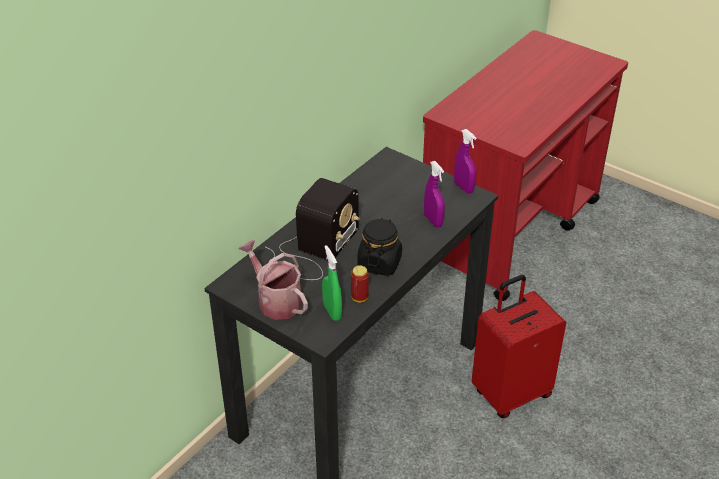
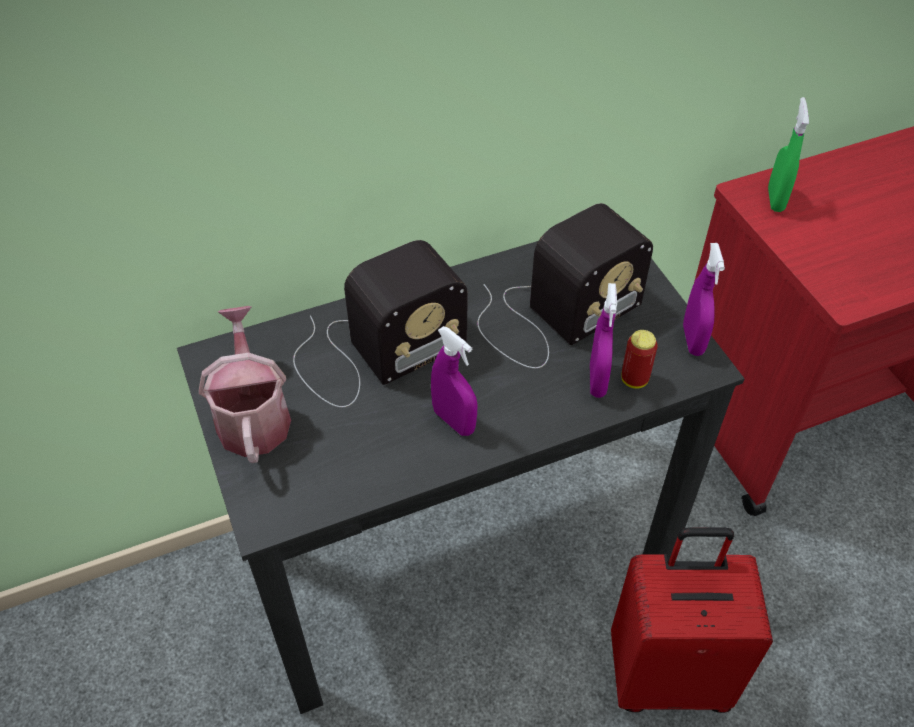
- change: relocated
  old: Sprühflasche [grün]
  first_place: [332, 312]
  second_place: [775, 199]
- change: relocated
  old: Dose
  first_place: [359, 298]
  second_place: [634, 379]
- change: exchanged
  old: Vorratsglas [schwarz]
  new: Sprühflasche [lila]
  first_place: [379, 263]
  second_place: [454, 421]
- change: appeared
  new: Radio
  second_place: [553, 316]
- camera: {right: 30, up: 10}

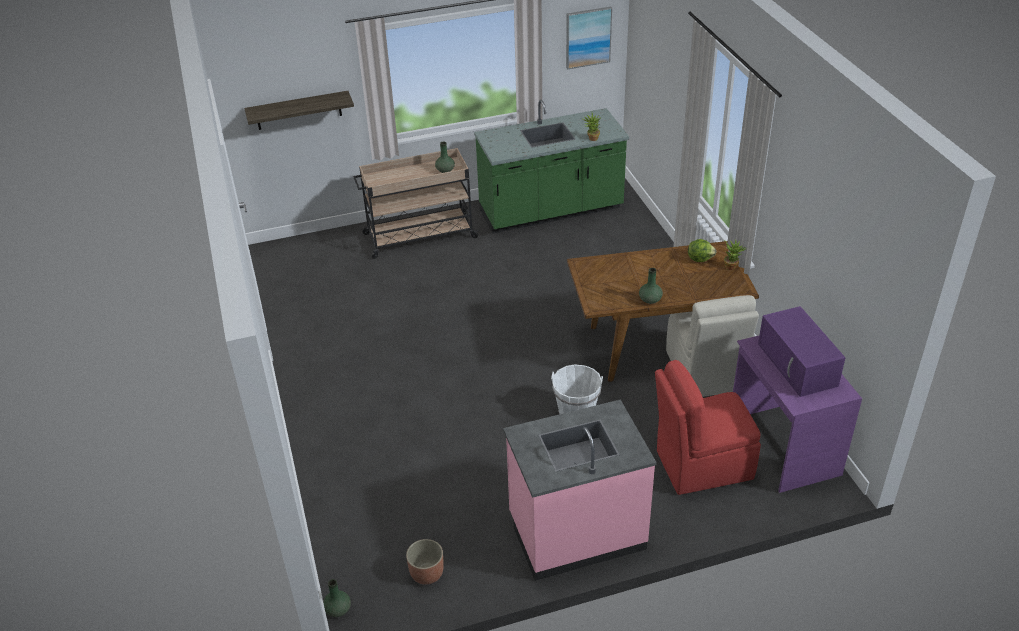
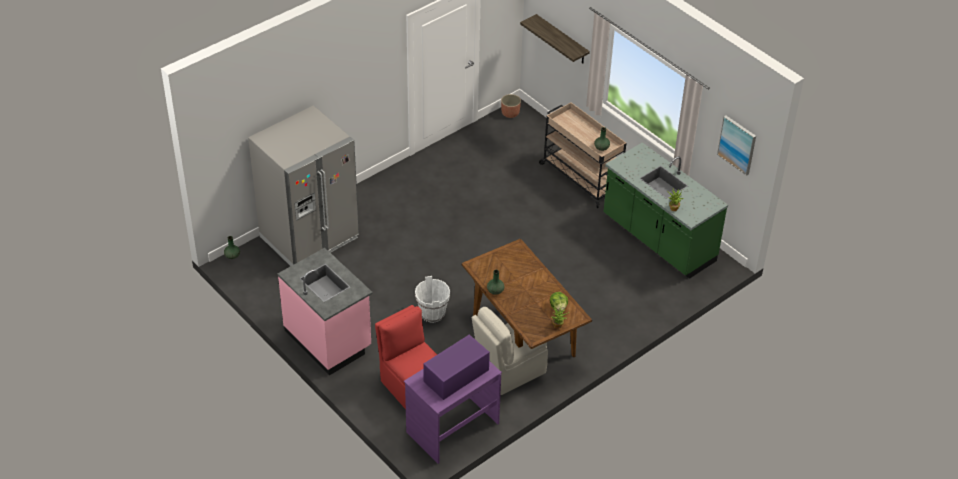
- change: relocated
  old: Pflanzkübel
  first_place: [426, 573]
  second_place: [510, 113]
- change: appeared
  new: Kühlschrank [grau]
  second_place: [309, 238]
- camera: {right: 65, up: 5}

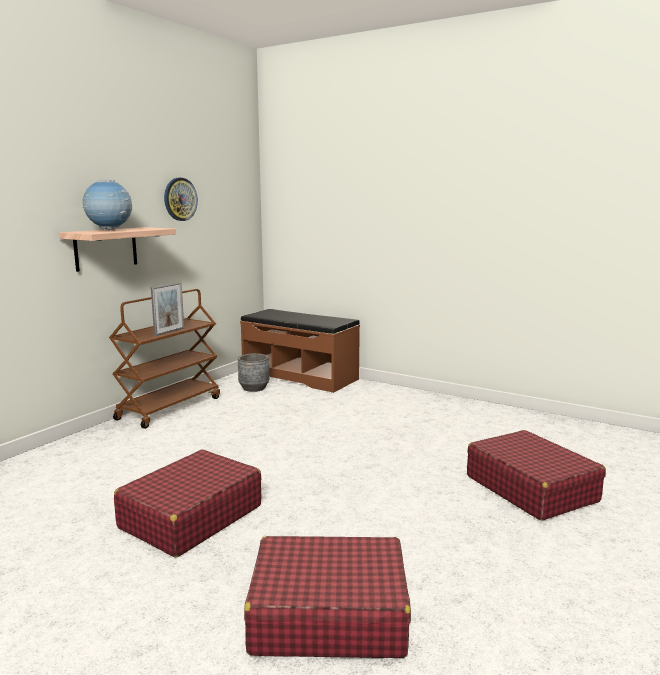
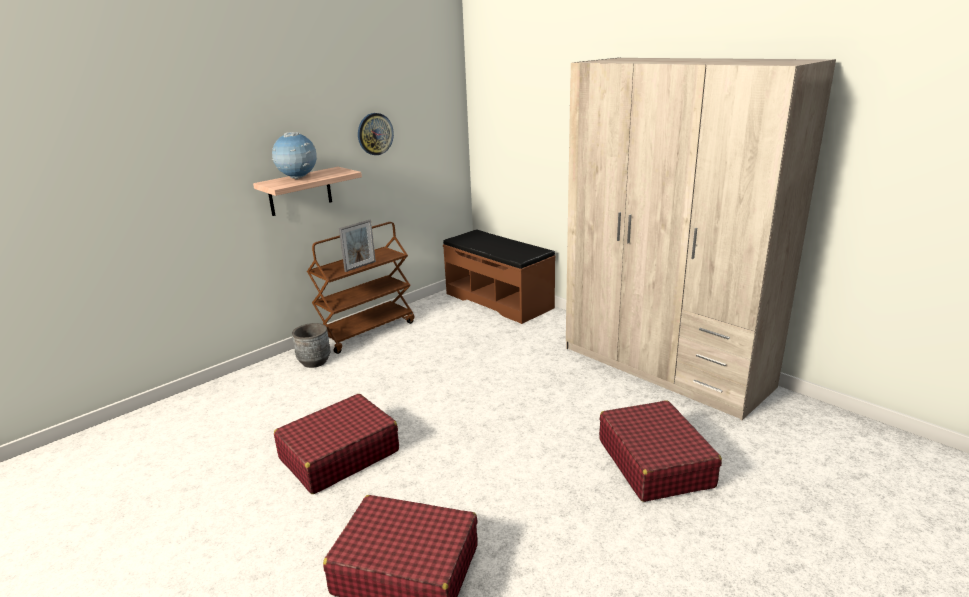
- change: relocated
  old: Pflanzkübel [grau]
  first_place: [254, 388]
  second_place: [314, 362]
- change: appeared
  new: Kleiderschrank [beige]
  second_place: [664, 367]
- camera: {right: 15, up: 10}

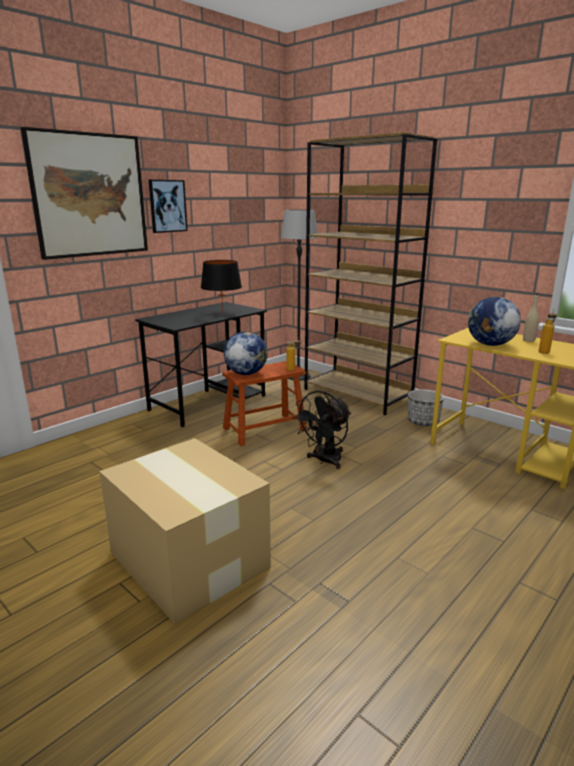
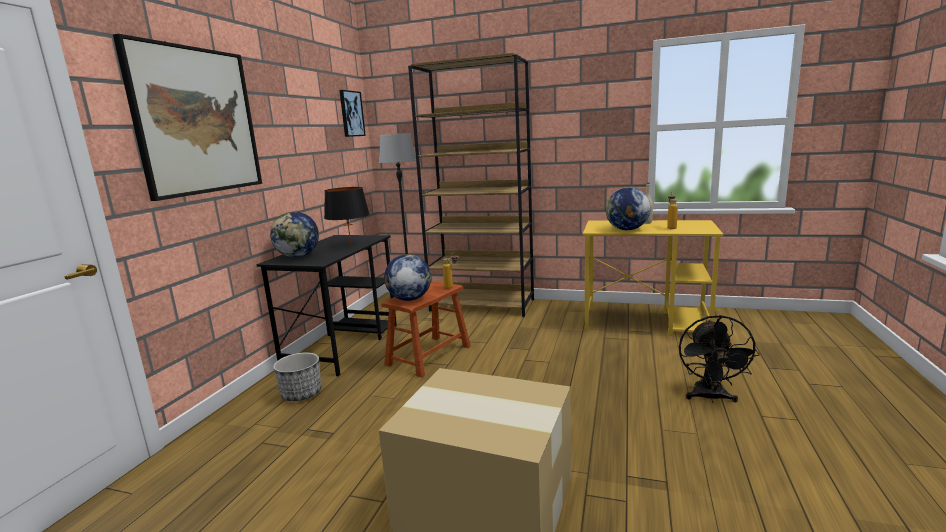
- change: relocated
  old: Bild
  first_place: [167, 206]
  second_place: [351, 114]
- change: relocated
  old: Ventilator [schwarz]
  first_place: [325, 461]
  second_place: [710, 397]
- change: relocated
  old: Pflanzkübel
  first_place: [423, 422]
  second_place: [302, 394]
- change: appeared
  new: Globus
  second_place: [298, 256]
- camera: {right: -25, up: -5}

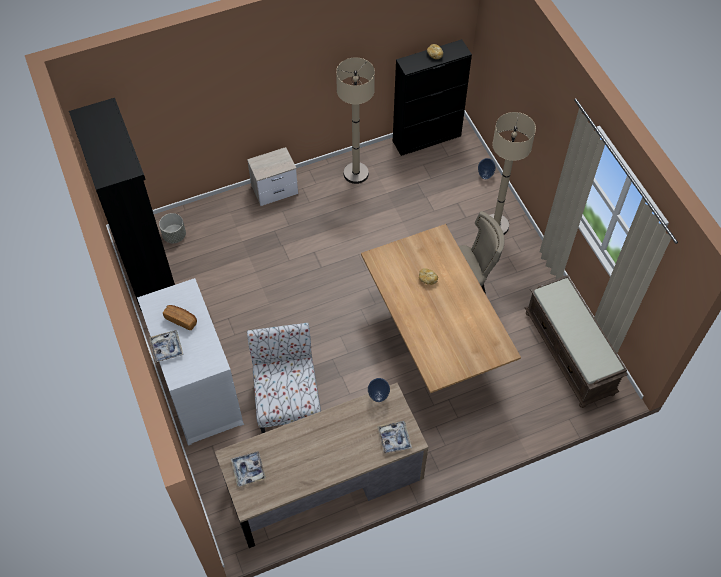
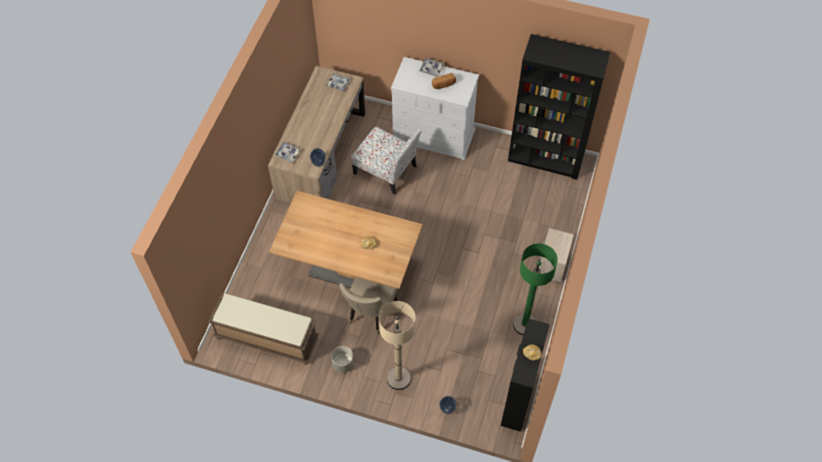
- change: relocated
  old: Pflanzkübel [grau]
  first_place: [174, 236]
  second_place: [343, 364]
- change: colour
  old: Stehlampe [beige]
  new: Stehlampe [grün]
  first_place: [356, 173]
  second_place: [524, 325]
- camera: {right: 130, up: 0}

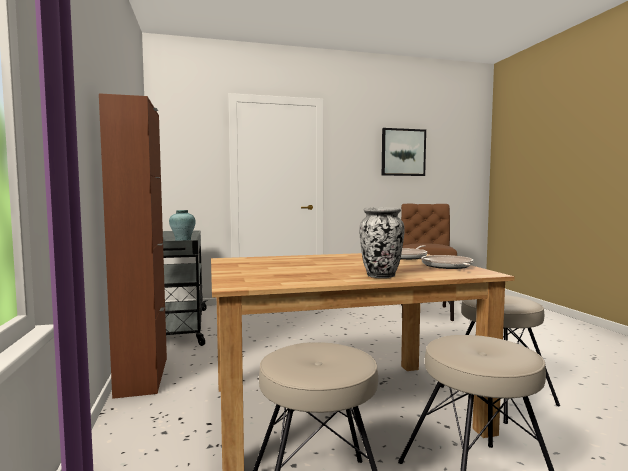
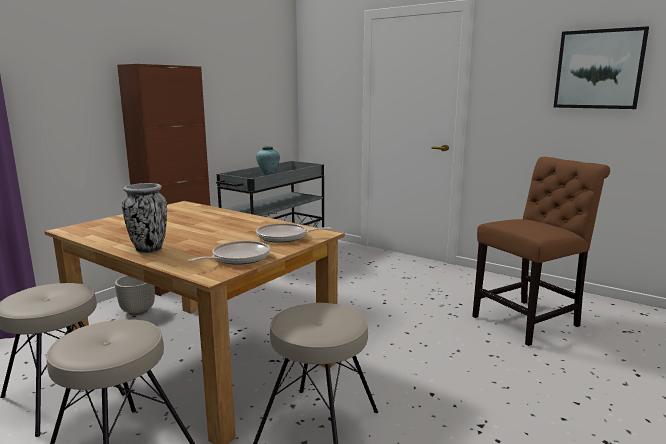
- change: appeared
  new: Pflanzkübel
  second_place: [138, 311]
- camera: {right: 50, up: 10}

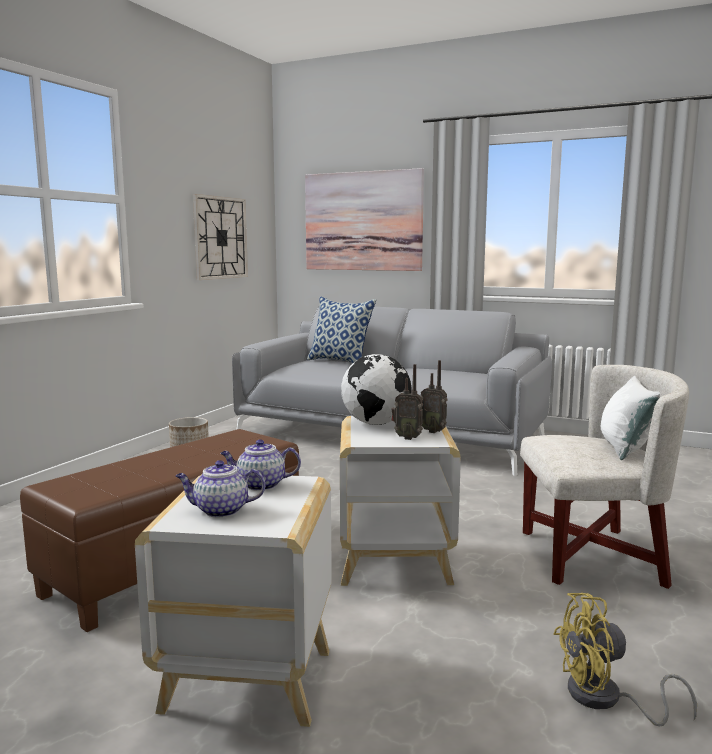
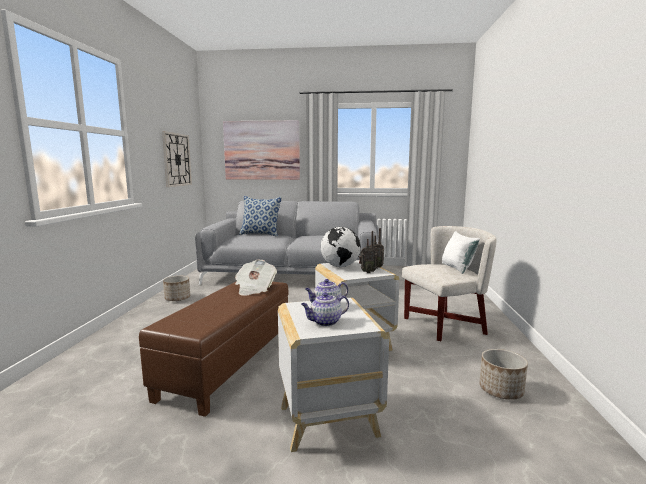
- change: exchanged
  old: Ventilator [gelb]
  new: Pflanzkübel
  first_place: [605, 699]
  second_place: [501, 390]
- change: appeared
  new: Zeitung
  second_place: [254, 289]
- camera: {right: -20, up: 0}

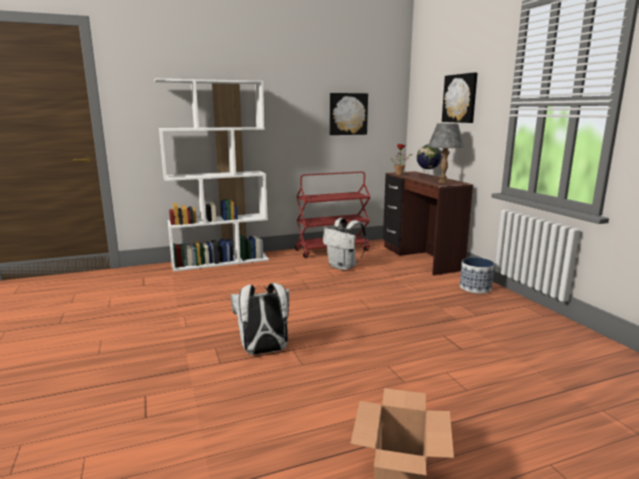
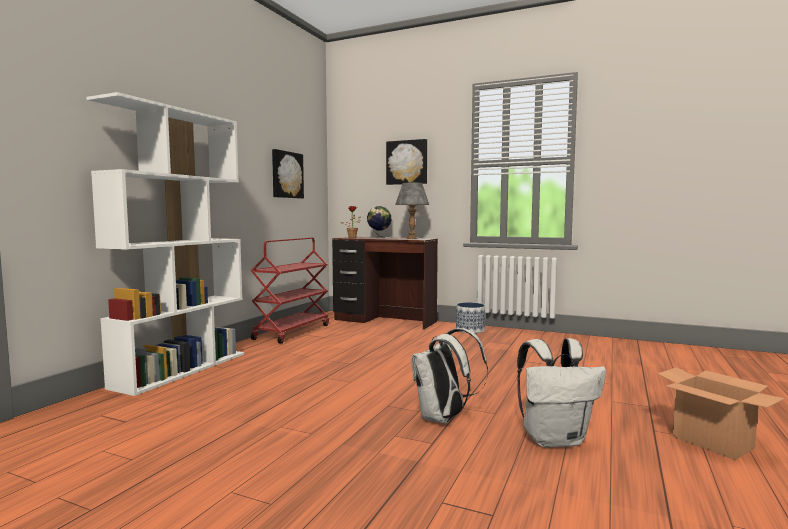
- change: relocated
  old: Rucksack [weiß]
  first_place: [343, 267]
  second_place: [555, 439]
- camera: {right: -45, up: -10}

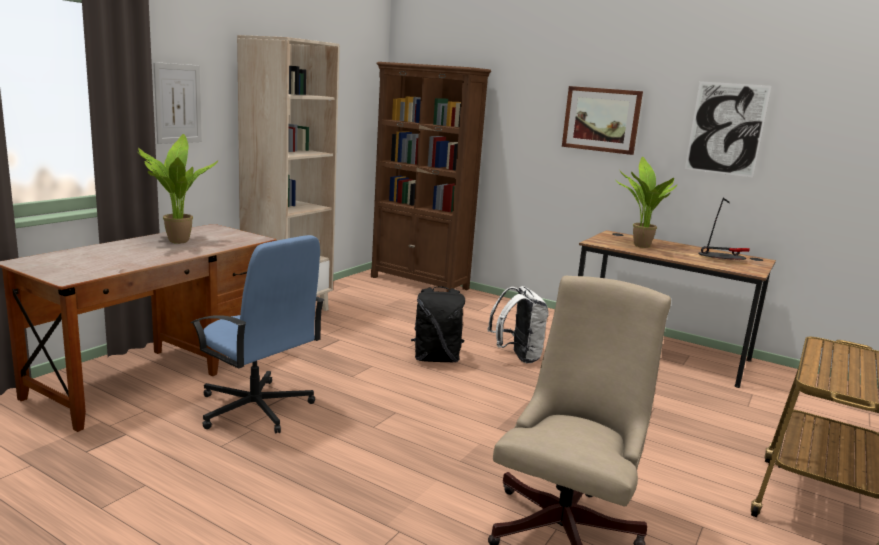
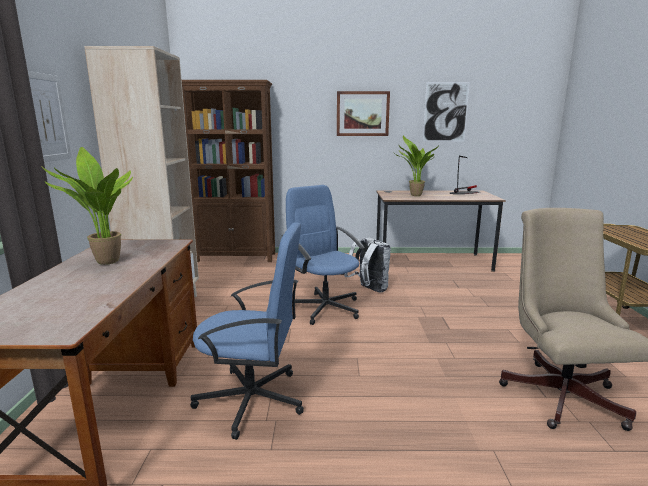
- change: exchanged
  old: Rucksack [schwarz]
  new: Bürostuhl [blau]
  first_place: [436, 359]
  second_place: [325, 308]
- camera: {right: -30, up: 0}

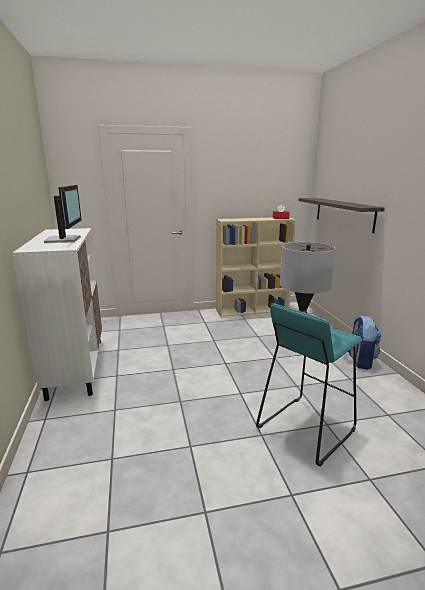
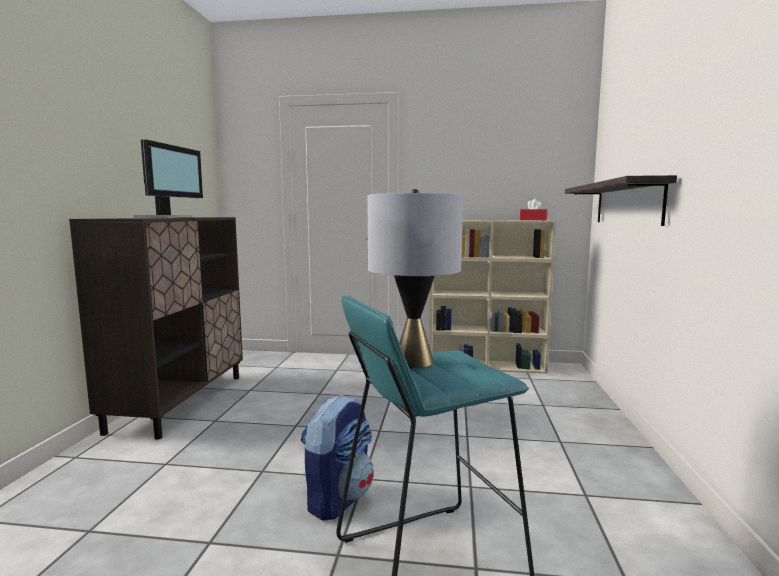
- change: colour
  old: Schrank [weiß]
  new: Schrank [braun]
  first_place: [76, 366]
  second_place: [180, 402]
- change: relocated
  old: Rucksack
  first_place: [359, 361]
  second_place: [338, 498]
- camera: {right: 20, up: -10}

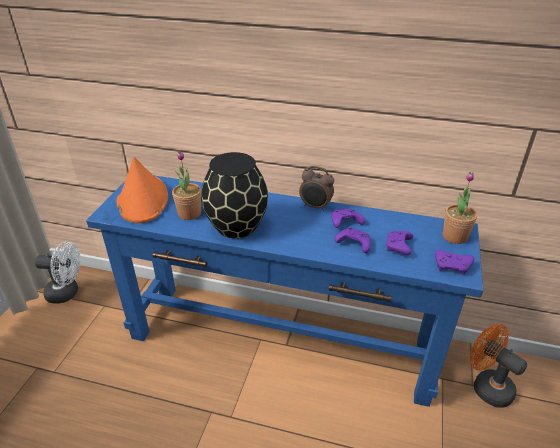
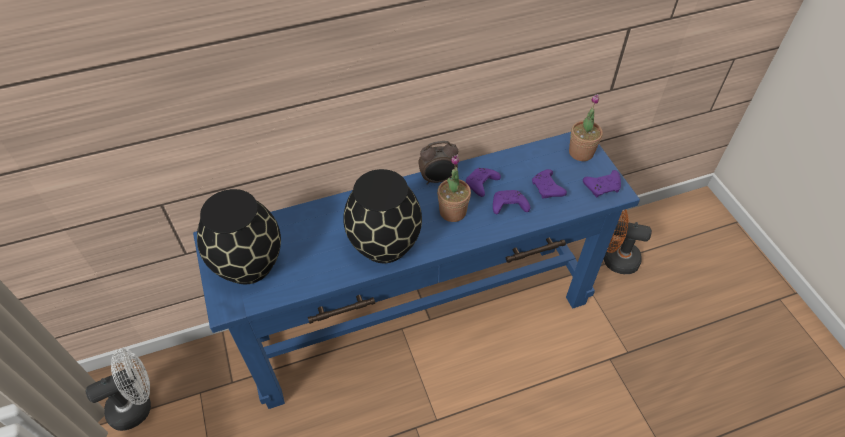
- change: exchanged
  old: Hut [orange]
  new: Vase [schwarz]
  first_place: [142, 199]
  second_place: [248, 264]
- change: relocated
  old: Topfpflanze
  first_place: [189, 213]
  second_place: [452, 212]
- camera: {right: -35, up: 15}

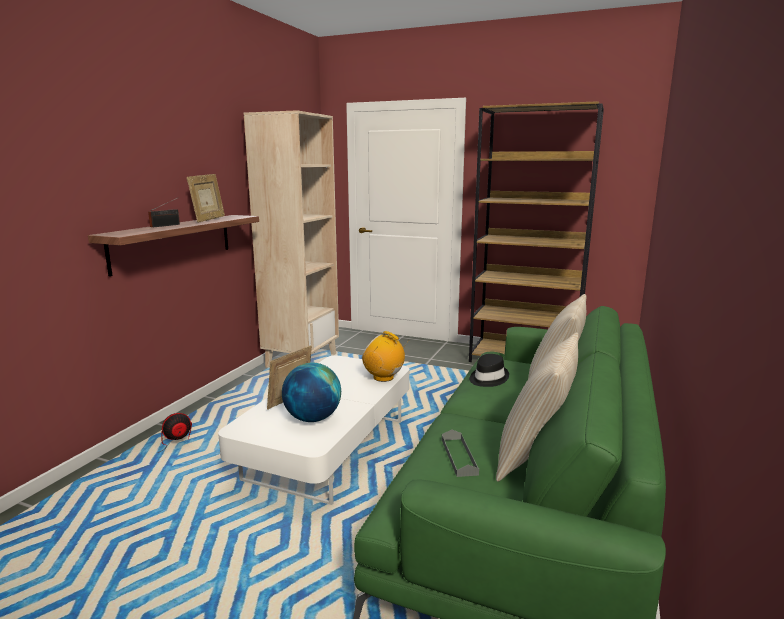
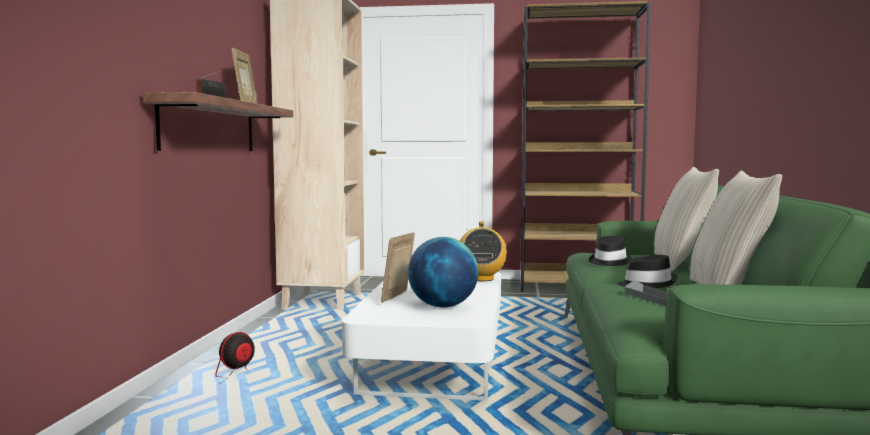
- change: spun
  old: Radio
  first_place: [384, 377]
  second_place: [481, 279]
  degrees: -105
- change: appeared
  new: Hut [schwarz]
  second_place: [647, 284]
- camera: {right: -15, up: -10}

